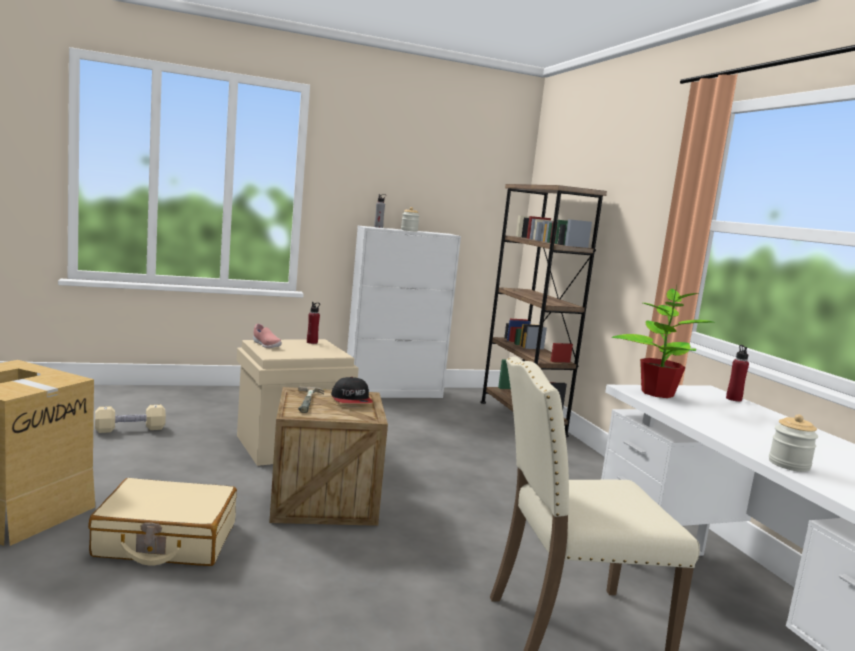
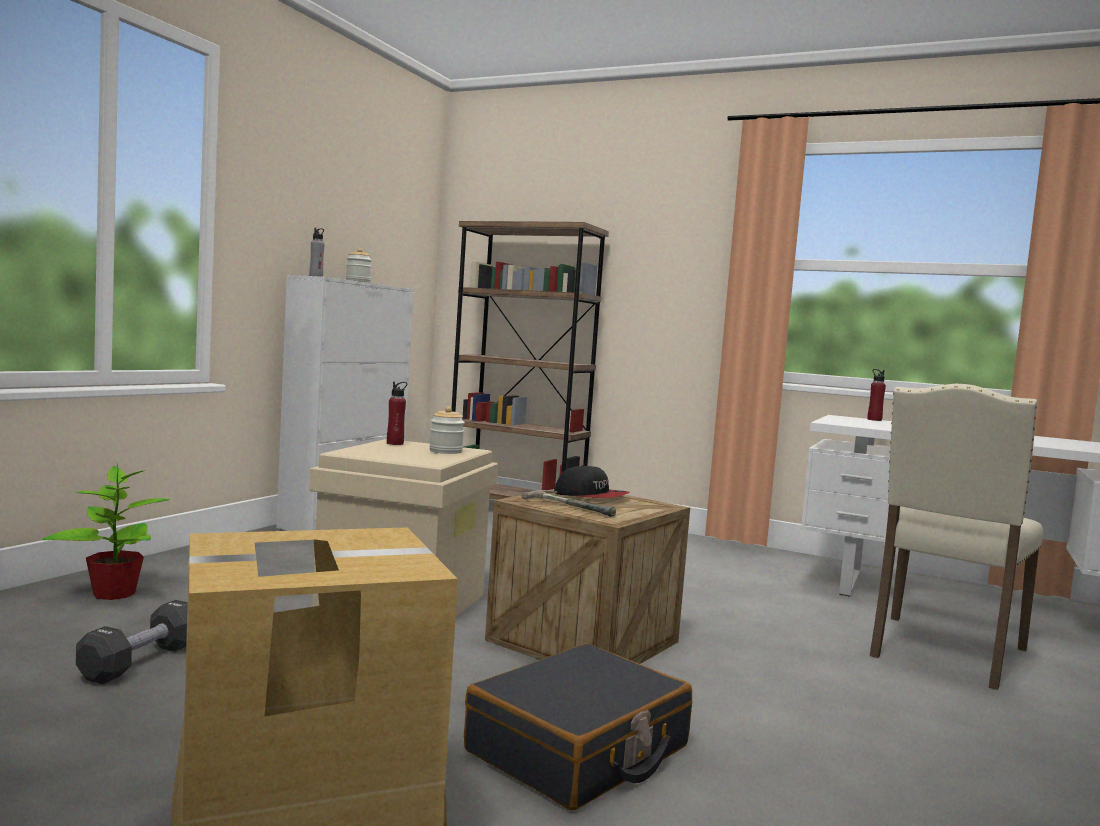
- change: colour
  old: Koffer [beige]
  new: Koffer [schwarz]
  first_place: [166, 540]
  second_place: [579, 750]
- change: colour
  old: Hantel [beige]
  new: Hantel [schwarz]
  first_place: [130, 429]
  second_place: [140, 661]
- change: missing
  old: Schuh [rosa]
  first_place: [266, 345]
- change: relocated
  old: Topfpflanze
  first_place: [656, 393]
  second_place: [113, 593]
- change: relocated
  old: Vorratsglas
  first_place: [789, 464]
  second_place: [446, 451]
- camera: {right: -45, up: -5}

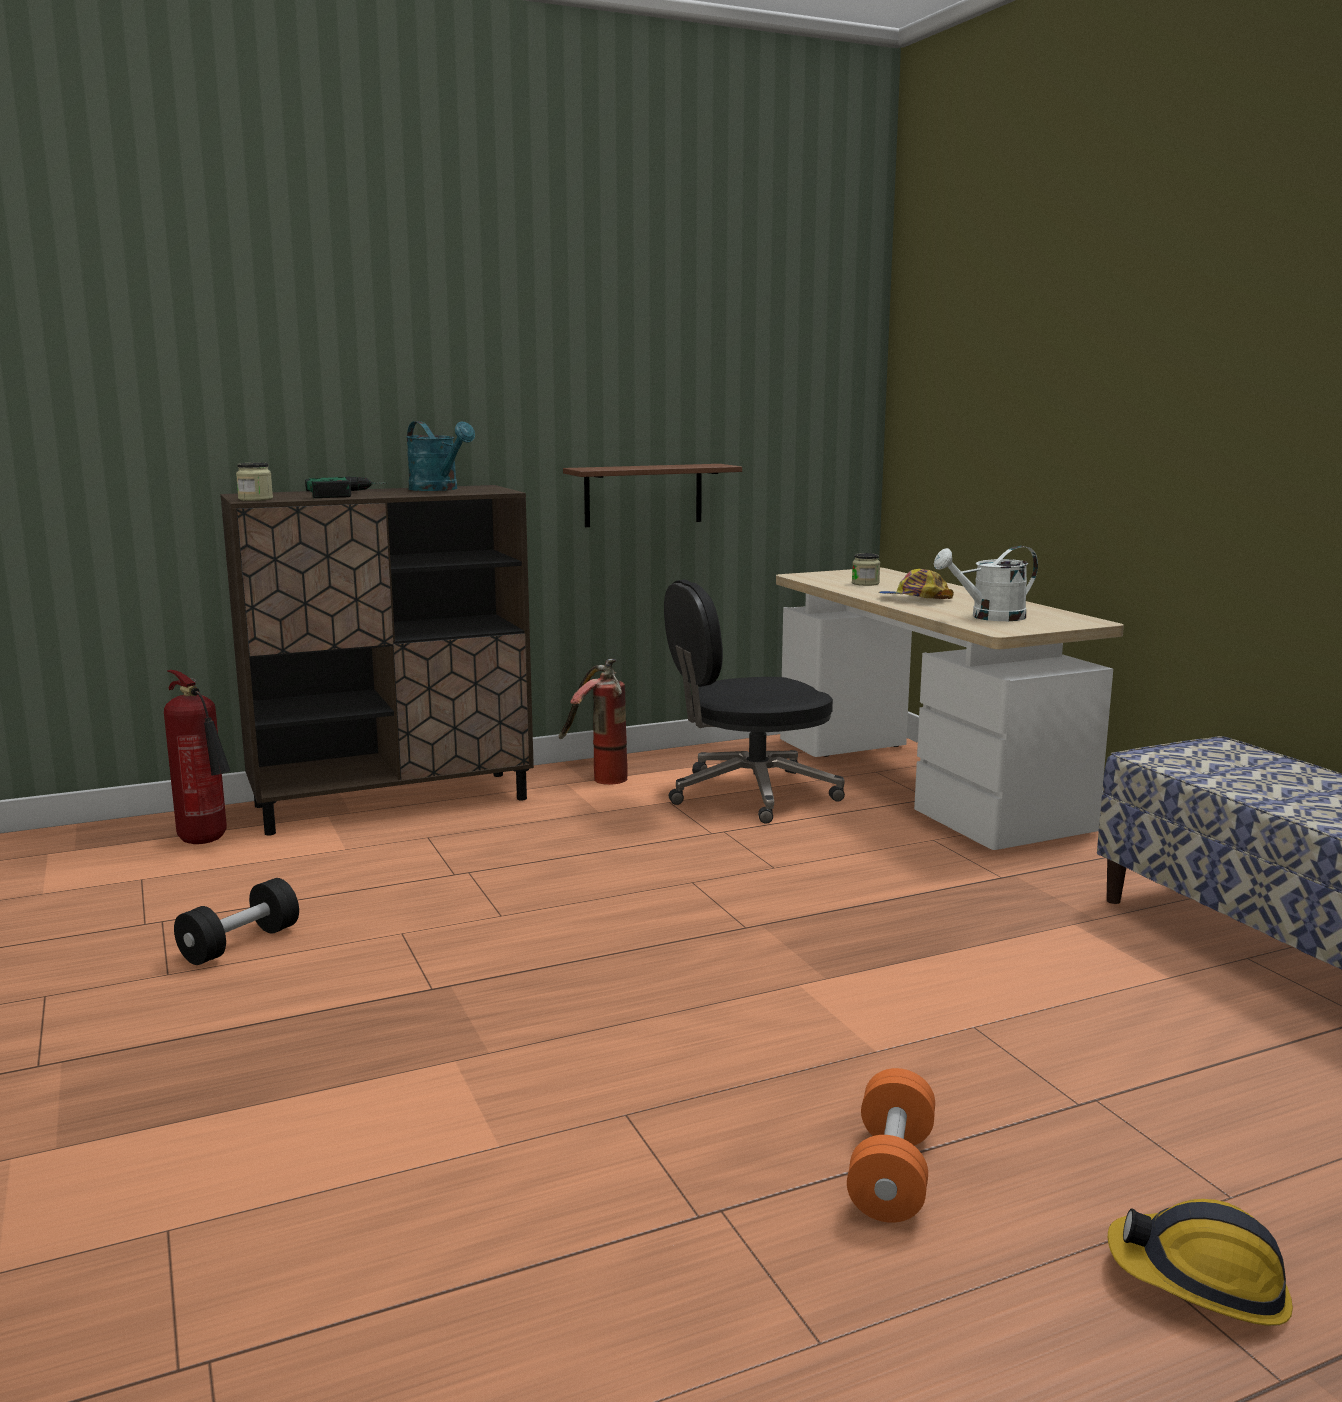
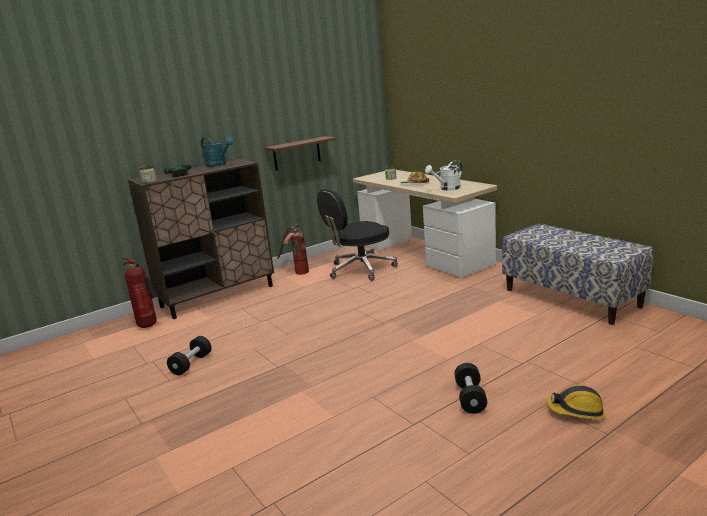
- change: colour
  old: Hantel [orange]
  new: Hantel [schwarz]
  first_place: [891, 1174]
  second_place: [470, 398]
- camera: {right: -10, up: 5}

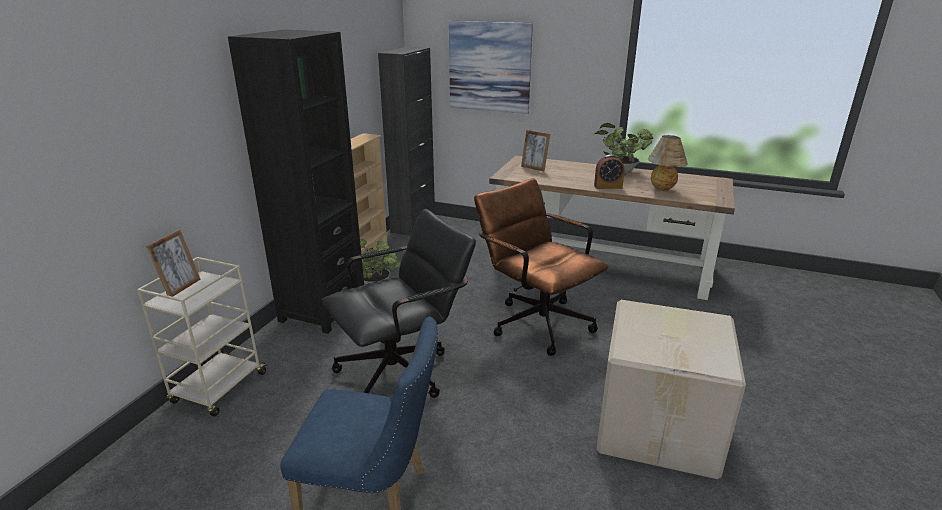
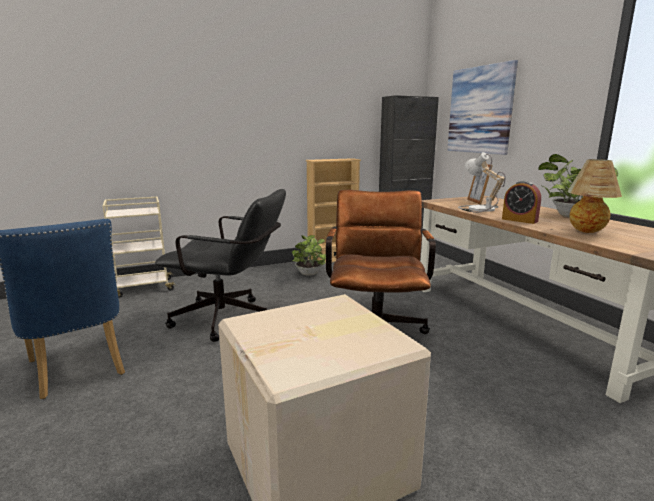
- change: missing
  old: Bilderrahmen
  first_place: [180, 287]
- change: missing
  old: Bücherregal [schwarz]
  first_place: [322, 310]
- change: appeared
  new: Tischlampe
  second_place: [478, 209]
- camera: {right: 45, up: -10}

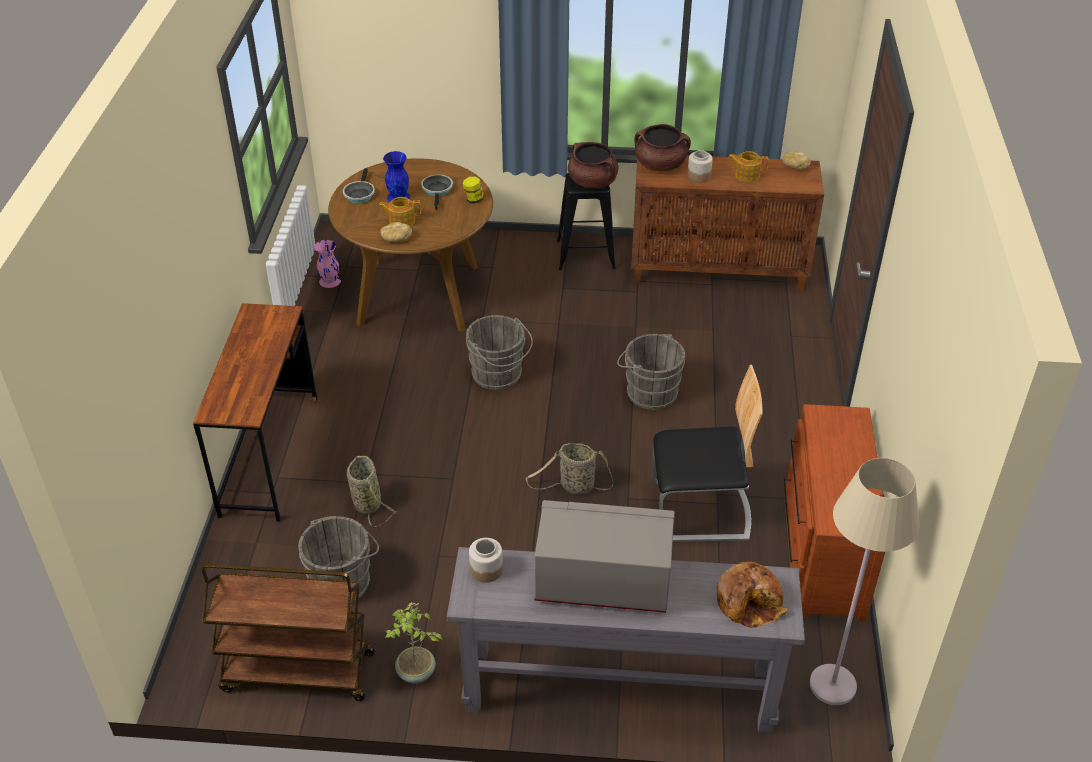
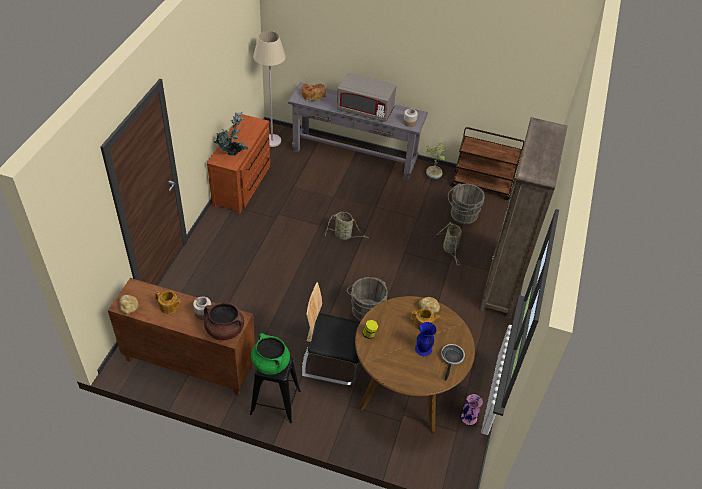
- change: exchanged
  old: Schreibtisch [braun]
  new: Bücherregal [braun]
  first_place: [269, 456]
  second_place: [501, 285]
- change: missing
  old: Pfanne
  first_place: [437, 191]
- change: colour
  old: Kochtopf [braun]
  new: Kochtopf [grün]
  first_place: [593, 182]
  second_place: [270, 363]
- change: missing
  old: Eimer [grau]
  first_place: [649, 392]
- change: relocated
  old: Stuhl
  first_place: [700, 511]
  second_place: [332, 362]
- change: appeared
  new: Topfpflanze
  second_place: [233, 152]
- camera: {right: -170, up: 5}

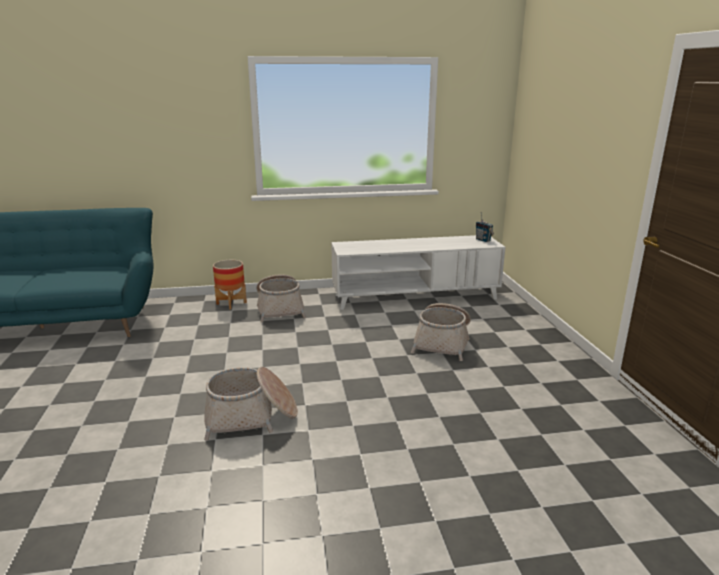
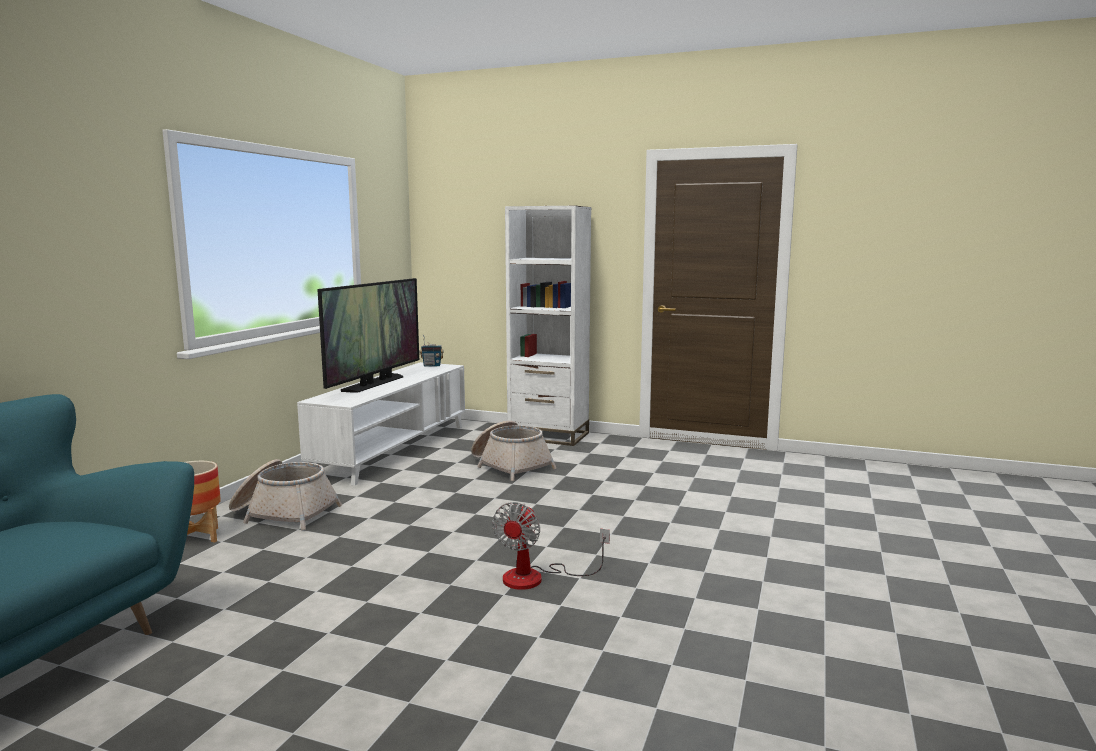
- change: exchanged
  old: Korb
  new: Ventilator
  first_place: [251, 417]
  second_place: [537, 577]
- change: appeared
  new: Fernseher
  second_place: [374, 383]
- change: appeared
  new: Bücherregal [weiß]
  second_place: [548, 436]
- camera: {right: -60, up: -10}

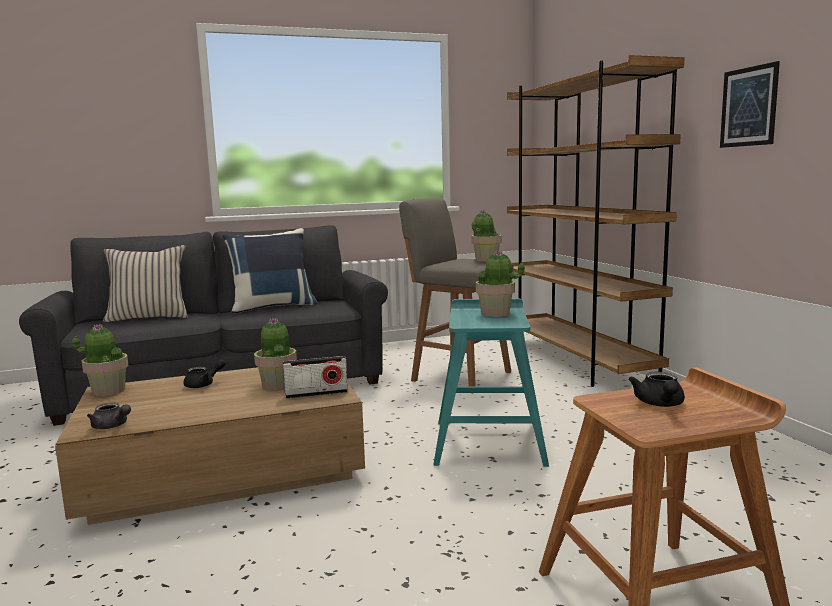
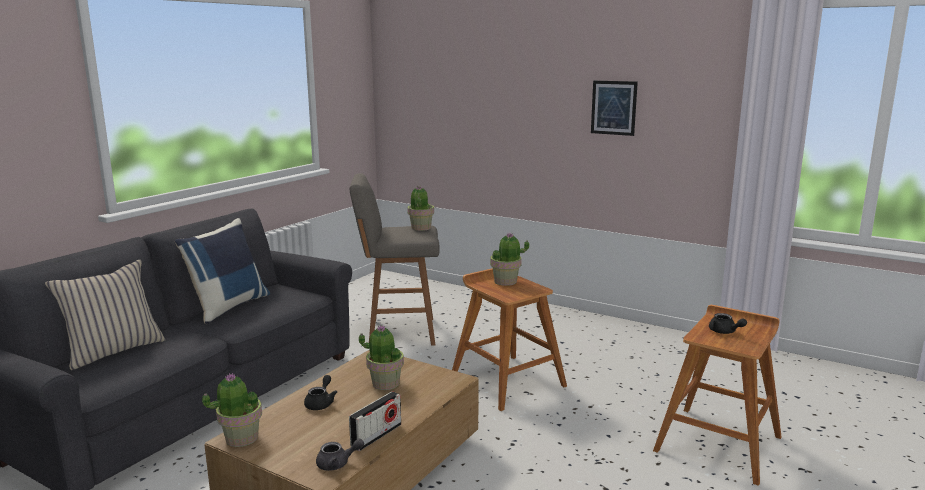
- change: relocated
  old: Radio
  first_place: [316, 393]
  second_place: [376, 436]
- change: colour
  old: Hocker [türkis]
  new: Hocker [braun]
  first_place: [489, 441]
  second_place: [507, 381]
- change: missing
  old: Bücherregal [braun]
  first_place: [577, 362]
- camera: {right: -40, up: 5}

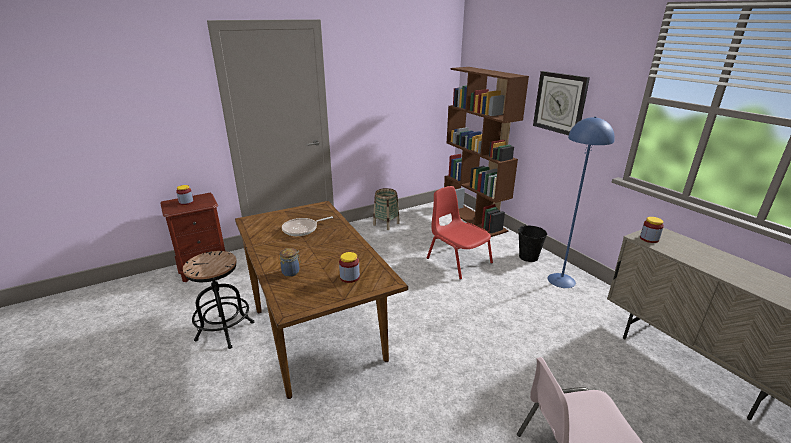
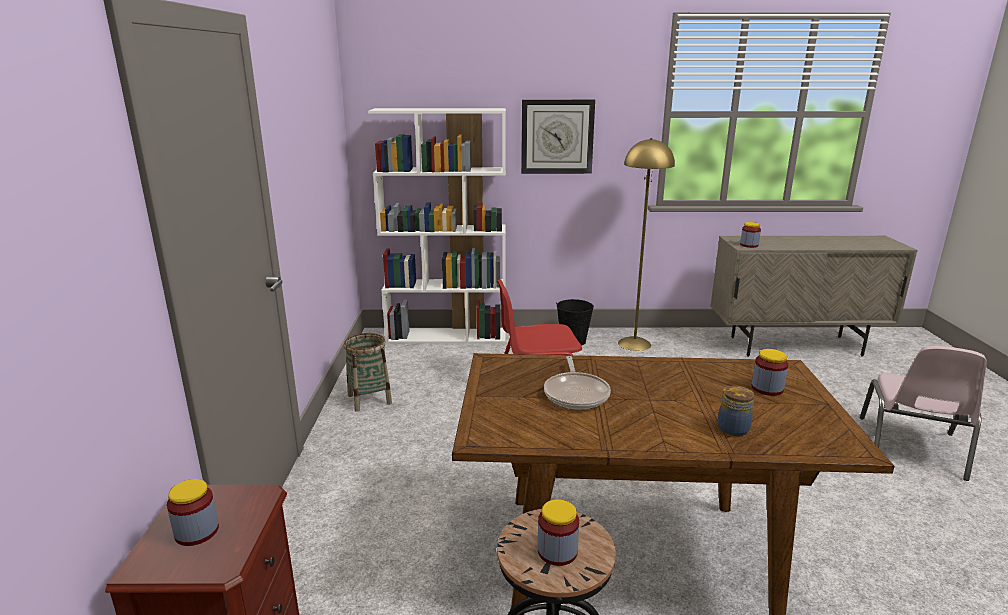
- change: colour
  old: Bücherregal [braun]
  new: Bücherregal [weiß]
  first_place: [474, 219]
  second_place: [447, 336]
- change: colour
  old: Stehlampe [blau]
  new: Stehlampe [gelb]
  first_place: [561, 280]
  second_place: [634, 344]
- change: appeared
  new: Vorratsglas
  second_place: [557, 551]
- camera: {right: -60, up: -5}

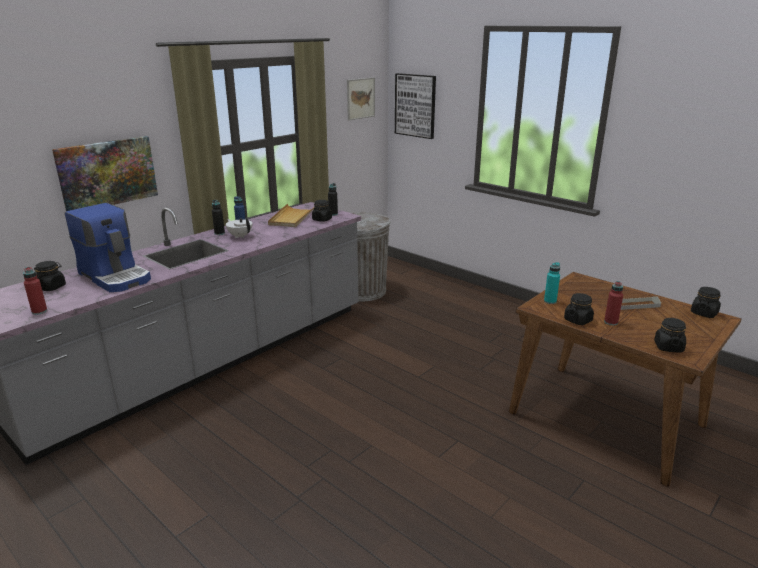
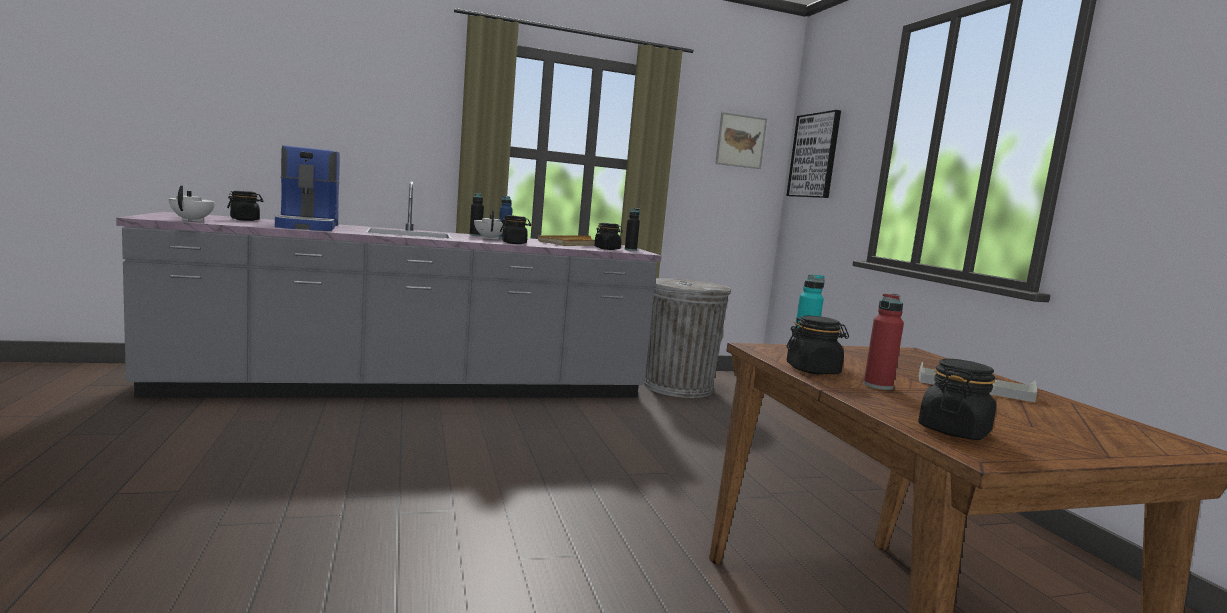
- change: exchanged
  old: Flasche [rot]
  new: Teekanne [weiß]
  first_place: [39, 311]
  second_place: [193, 220]
- change: missing
  old: Bild
  first_place: [107, 173]
- change: relocated
  old: Vorratsglas [schwarz]
  first_place: [704, 313]
  second_place: [514, 243]
- camera: {right: 30, up: -15}

